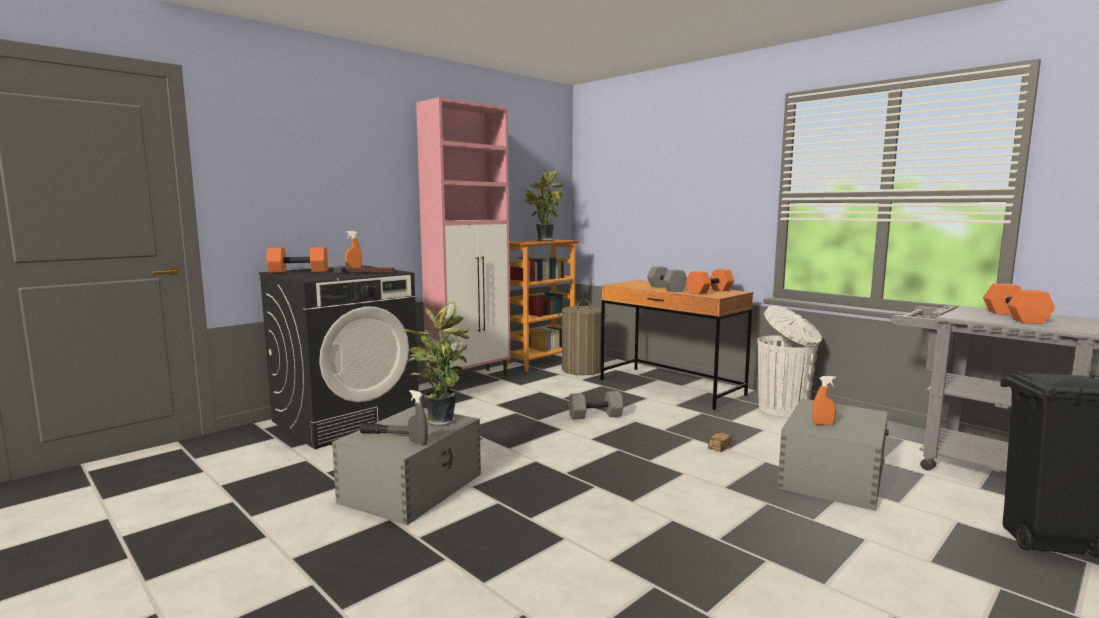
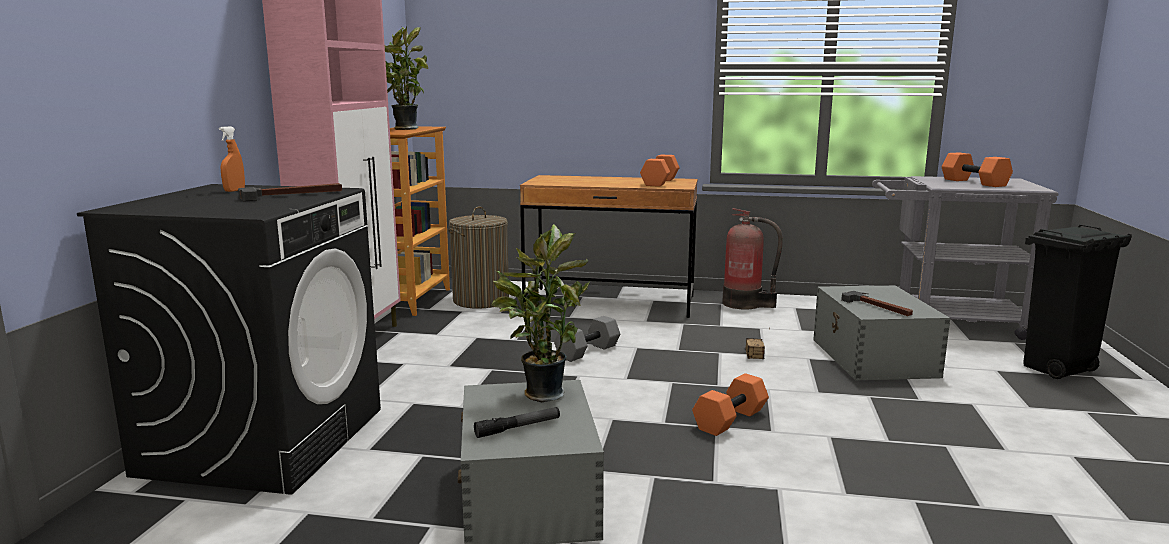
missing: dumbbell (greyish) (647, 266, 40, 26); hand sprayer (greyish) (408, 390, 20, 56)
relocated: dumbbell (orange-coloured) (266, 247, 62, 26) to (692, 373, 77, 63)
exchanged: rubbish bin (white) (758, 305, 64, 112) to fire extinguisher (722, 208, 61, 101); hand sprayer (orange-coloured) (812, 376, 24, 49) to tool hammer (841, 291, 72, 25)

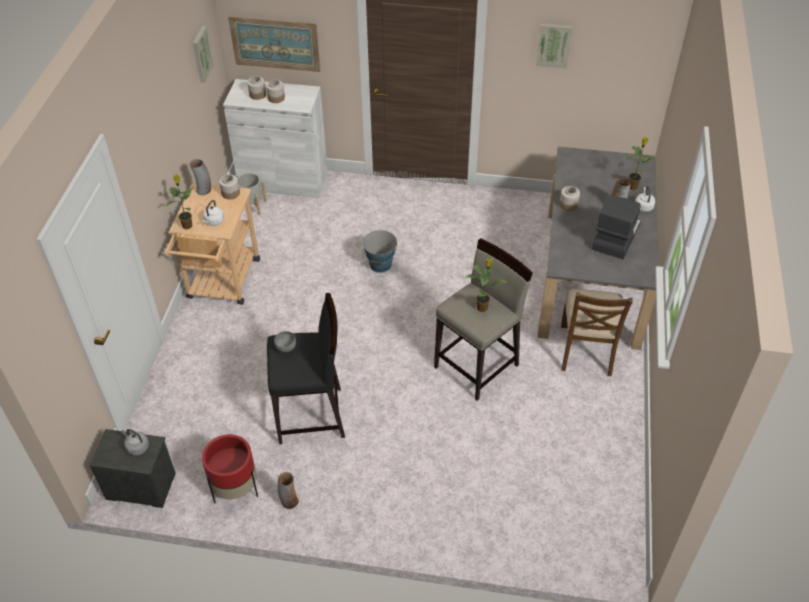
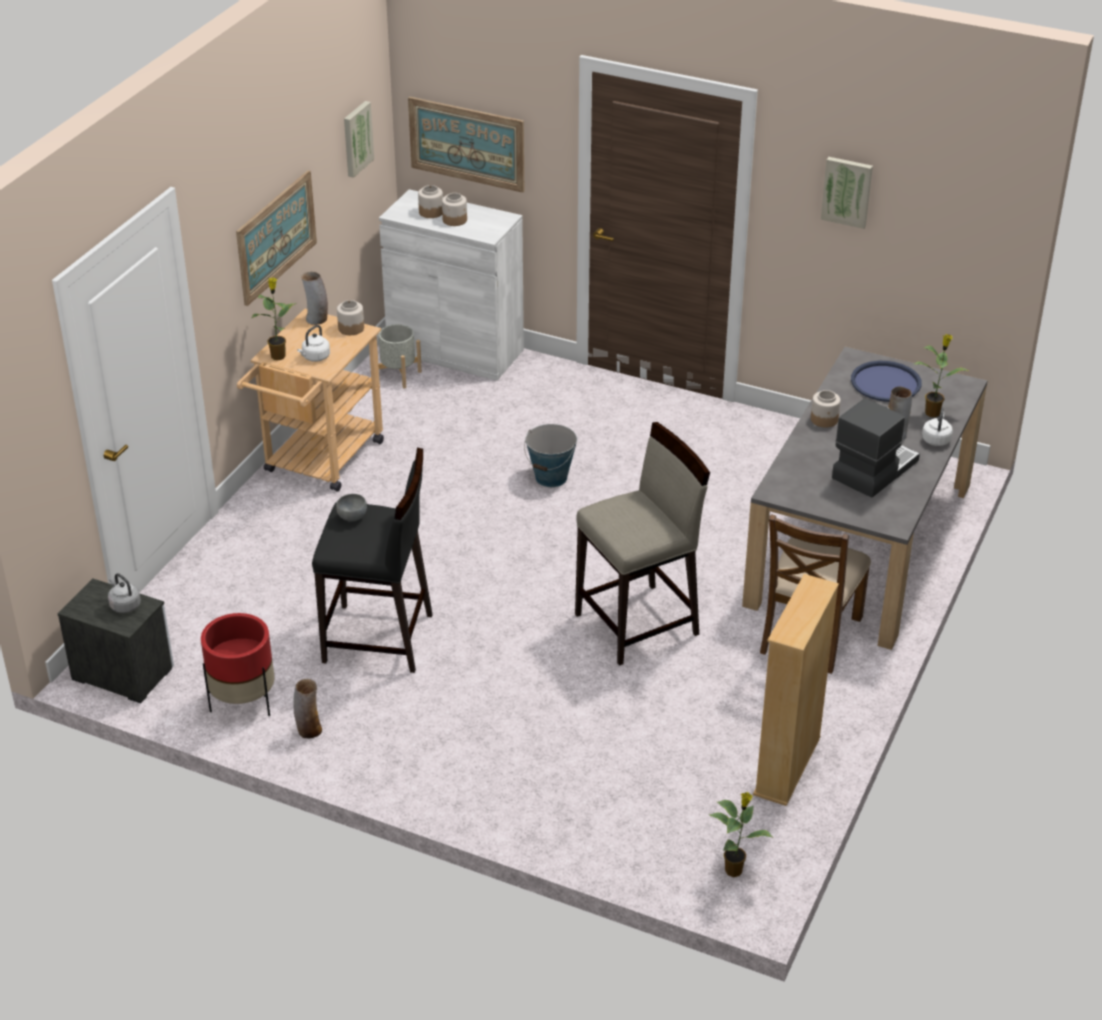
appeared: picture (236, 170, 81, 136); tray (blue-coloured) (851, 361, 71, 41); bookcase (sand-coloured) (753, 574, 86, 232)
relocated: plant in a pot (466, 258, 42, 54) to (709, 792, 64, 85)

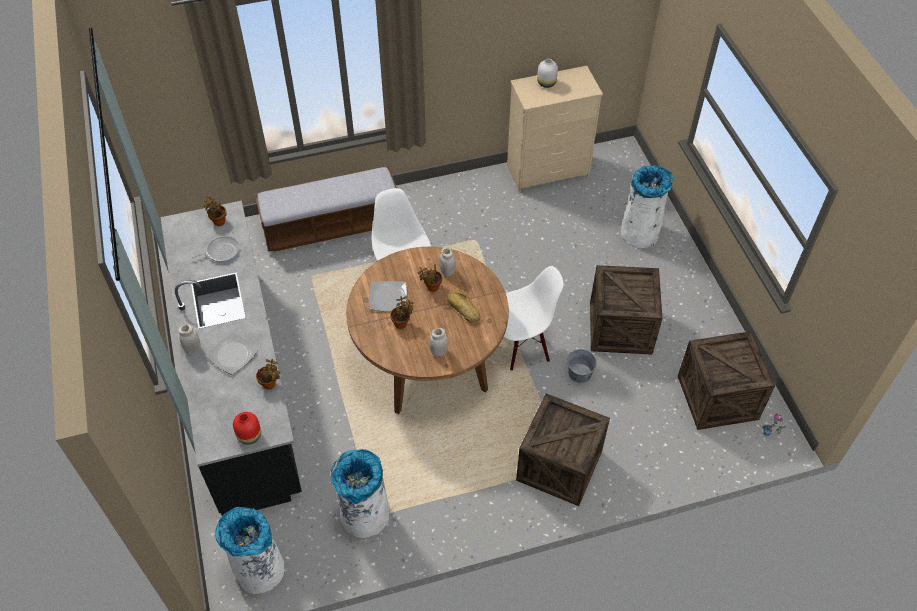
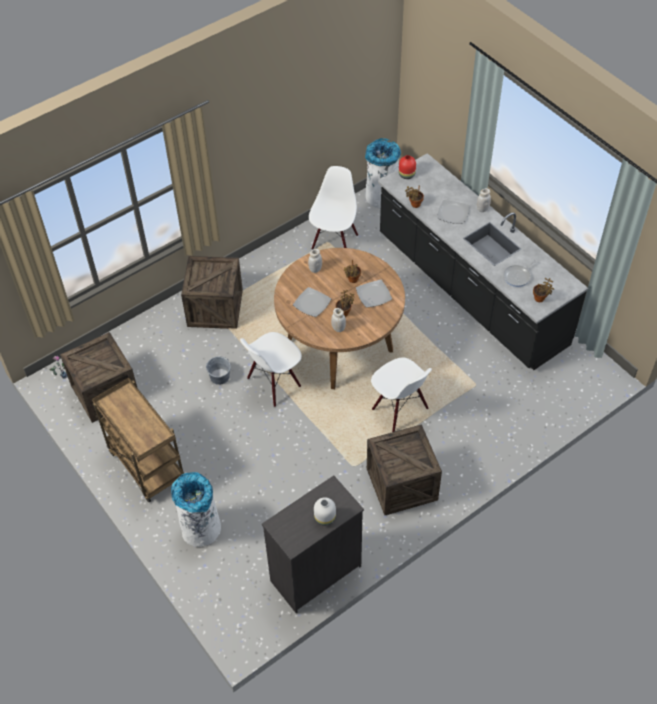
missing: long seat (255, 166, 142, 86)
appeared: cart (brown-coloured) (92, 378, 92, 124)
relocated: packing crate (590, 265, 73, 90) to (367, 424, 75, 91)
exchanged: bakery bread (447, 290, 33, 33) to flat dish (293, 287, 38, 30); rubbish bin (white) (331, 449, 59, 89) to chair (white) (309, 166, 49, 84)
colour: drawer chest (sand-coloured) (507, 66, 96, 126) to drawer chest (black-coloured) (262, 476, 102, 137)

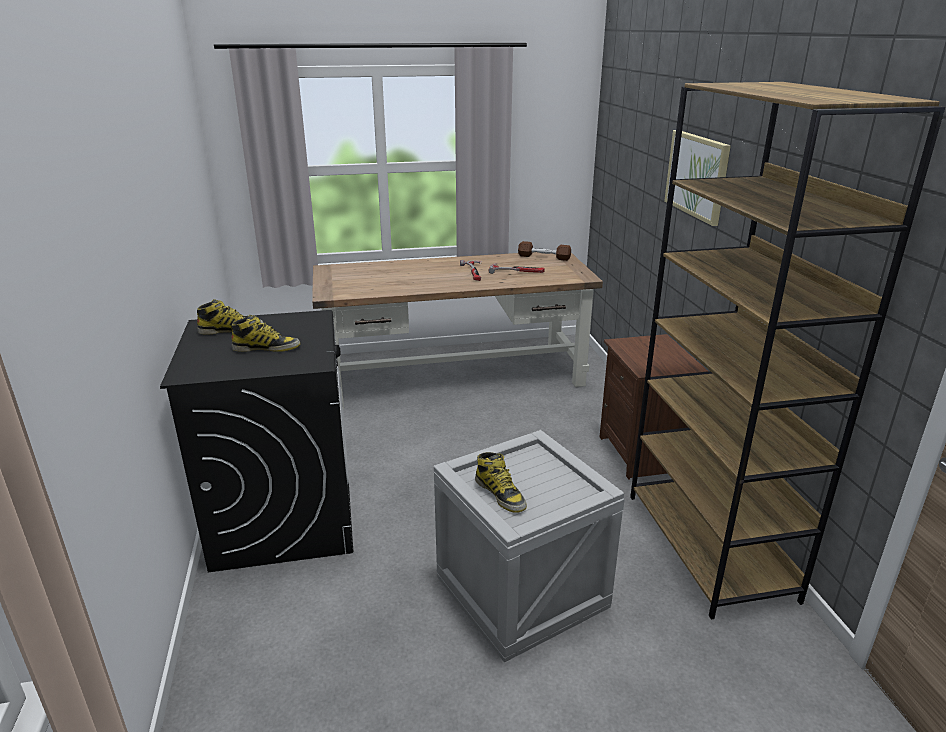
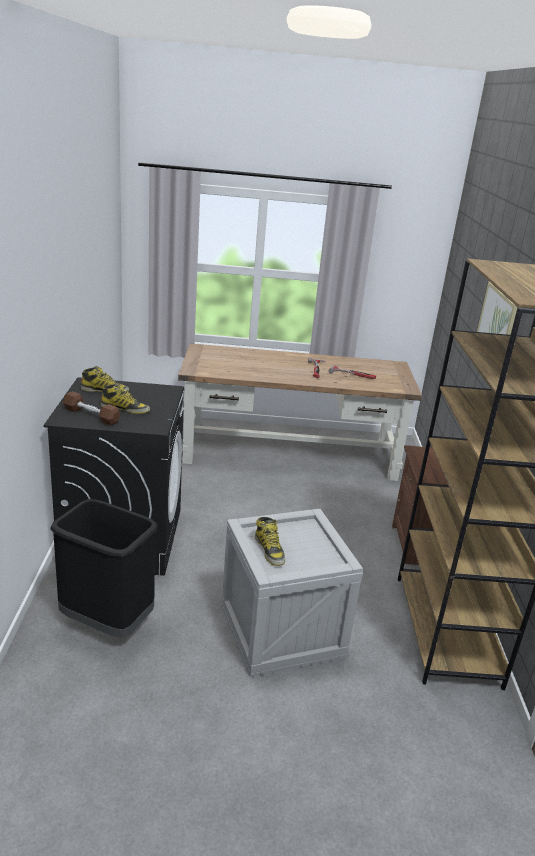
appeared: rubbish bin (black-coloured) (50, 499, 108, 139)
relocated: dumbbell (brown-coloured) (518, 241, 53, 20) to (63, 391, 57, 34)

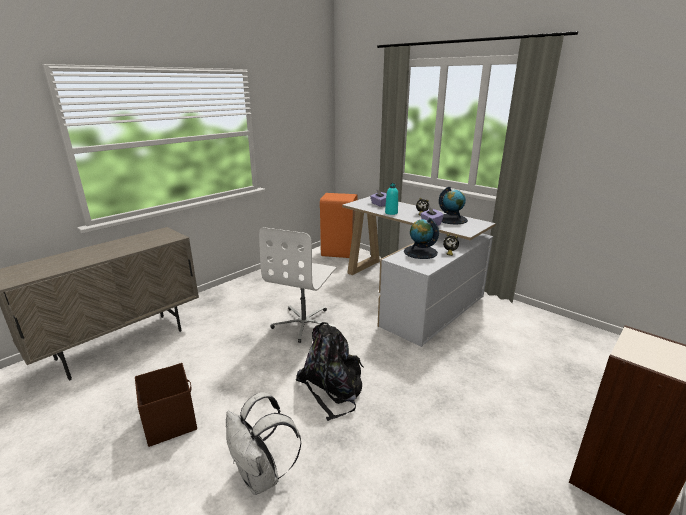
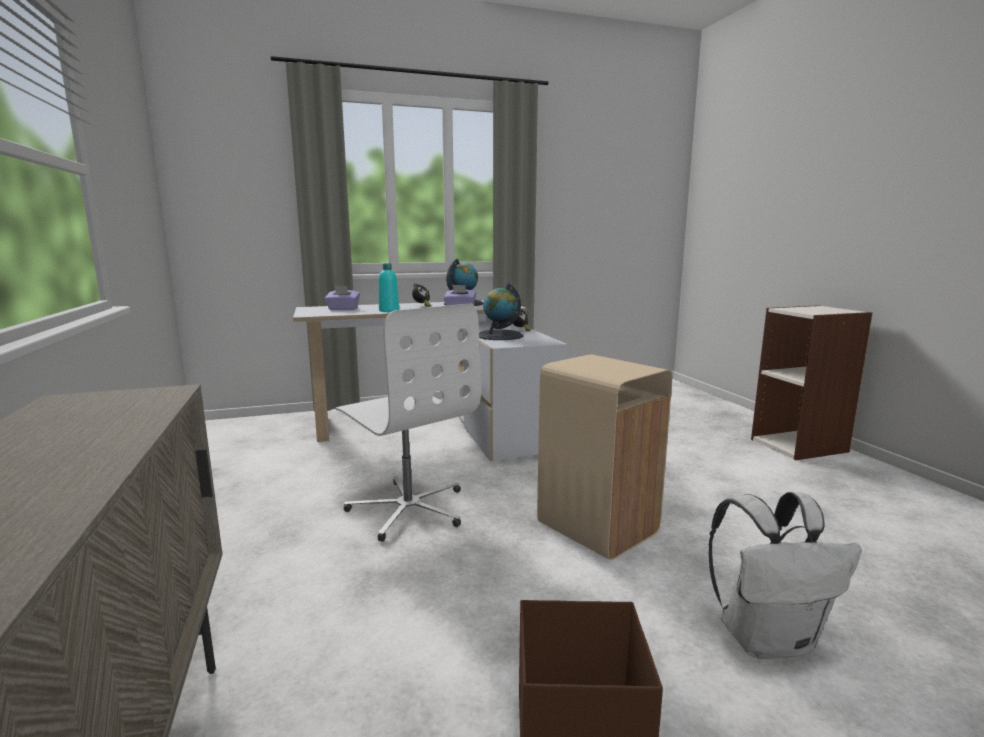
missing: rubbish bin (orange-coloured) (320, 193, 37, 65)
exchanged: knapsack (black-coloured) (296, 322, 68, 99) to rubbish bin (sand-coloured) (537, 355, 135, 205)

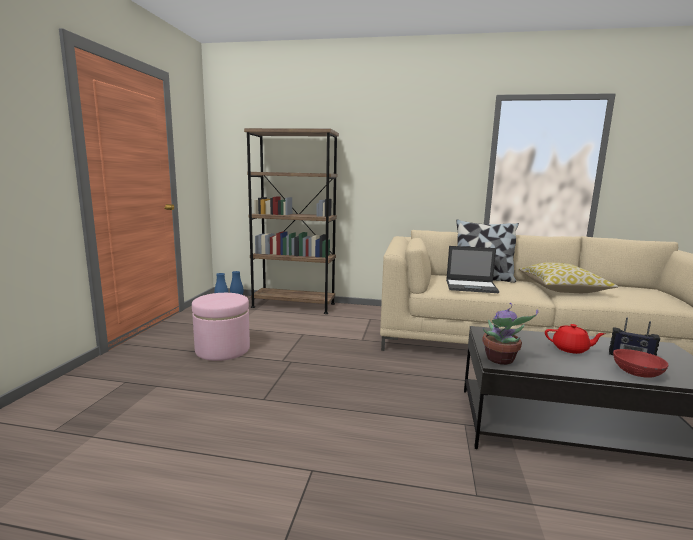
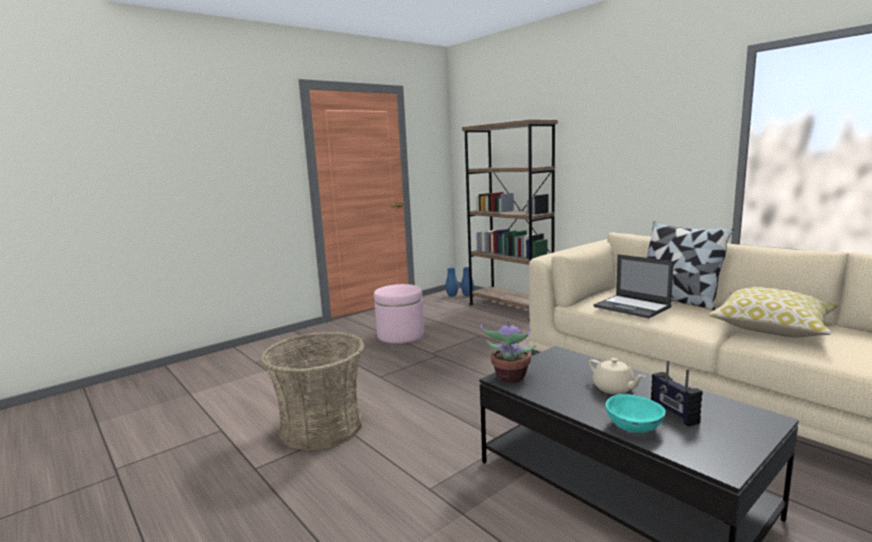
appeared: basket (260, 332, 105, 119)
colour: teapot (red-coloured) (545, 324, 60, 30) to teapot (sand-coloured) (589, 358, 56, 36); serving bowl (red-coloured) (613, 349, 55, 29) to serving bowl (turquoise) (606, 394, 60, 39)

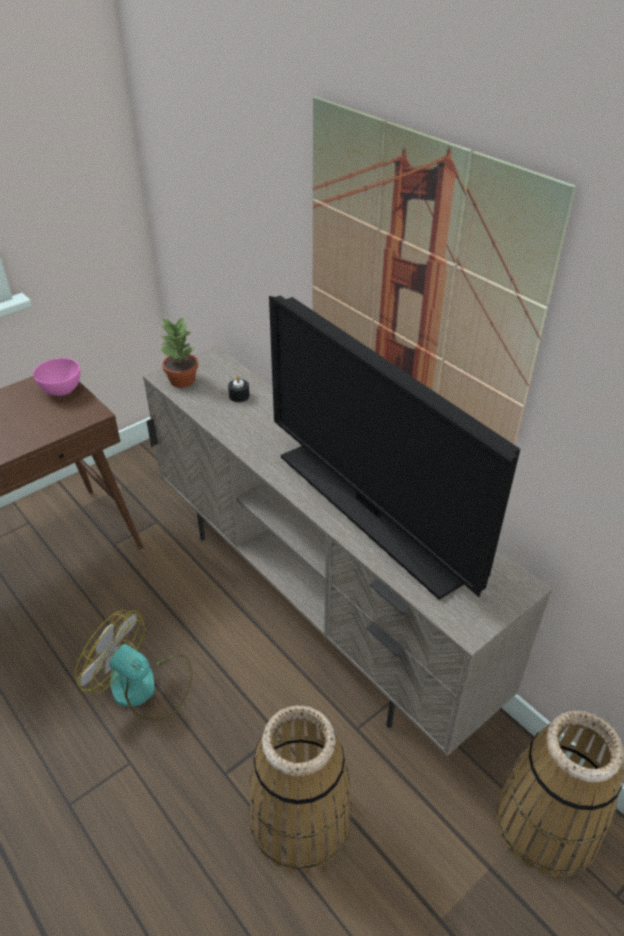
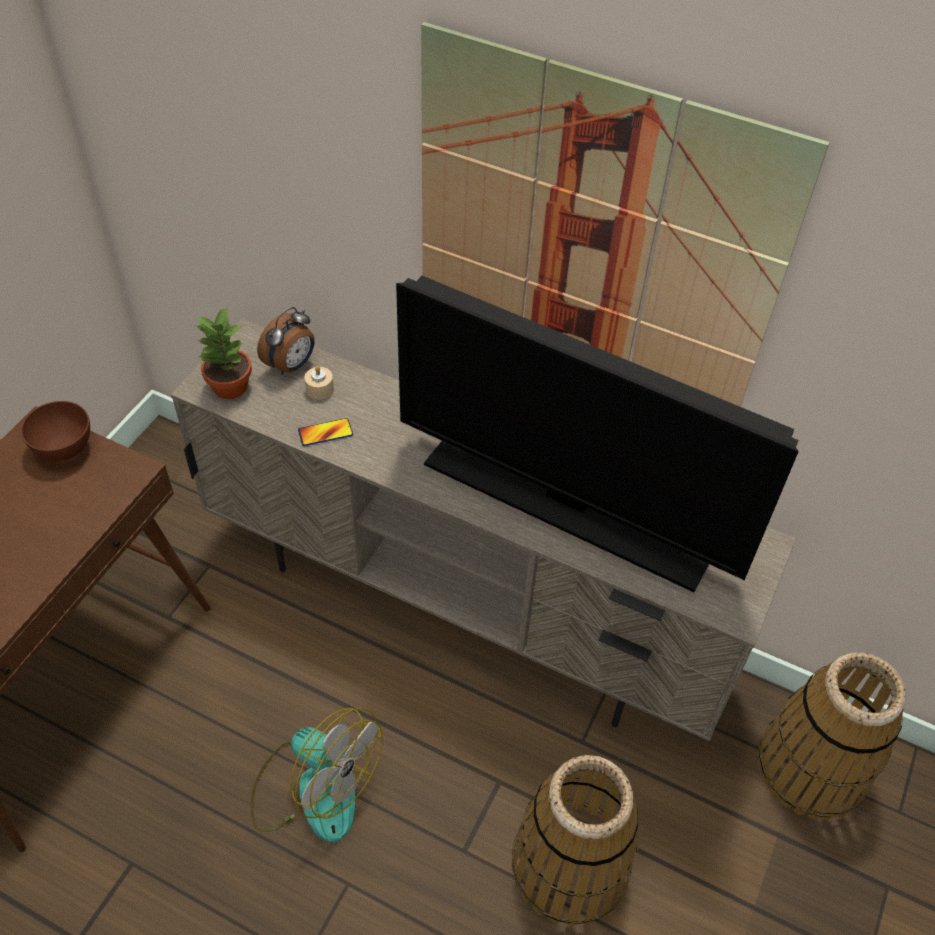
appeared: alarm clock (257, 307, 58, 68); handset (298, 418, 55, 28)
colour: serving bowl (pink-coloured) (33, 358, 48, 38) to serving bowl (brown-coloured) (21, 401, 69, 60); wax light (black-coloured) (228, 375, 22, 27) to wax light (sand-coloured) (304, 366, 30, 34)
spun: cooling fan (74, 610, 118, 110) = (250, 708, 133, 135) 150 degrees counterclockwise

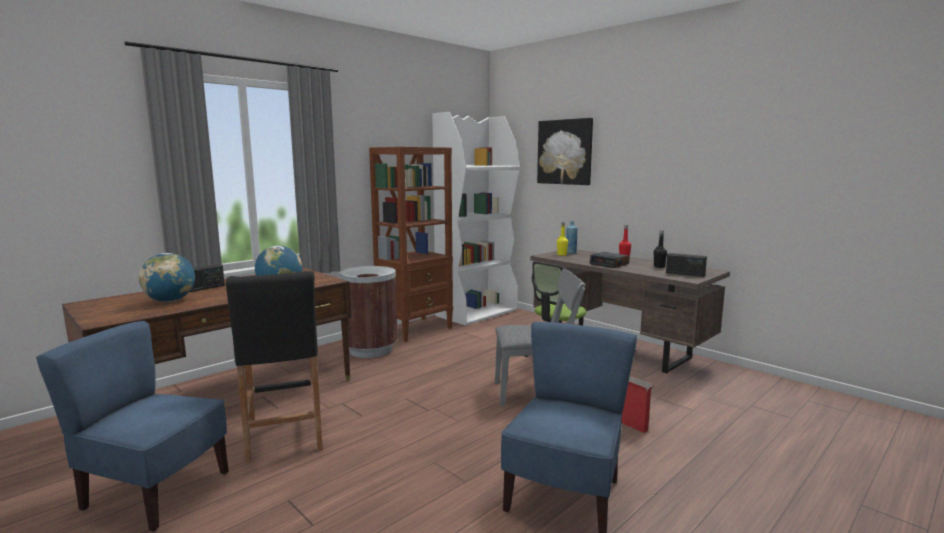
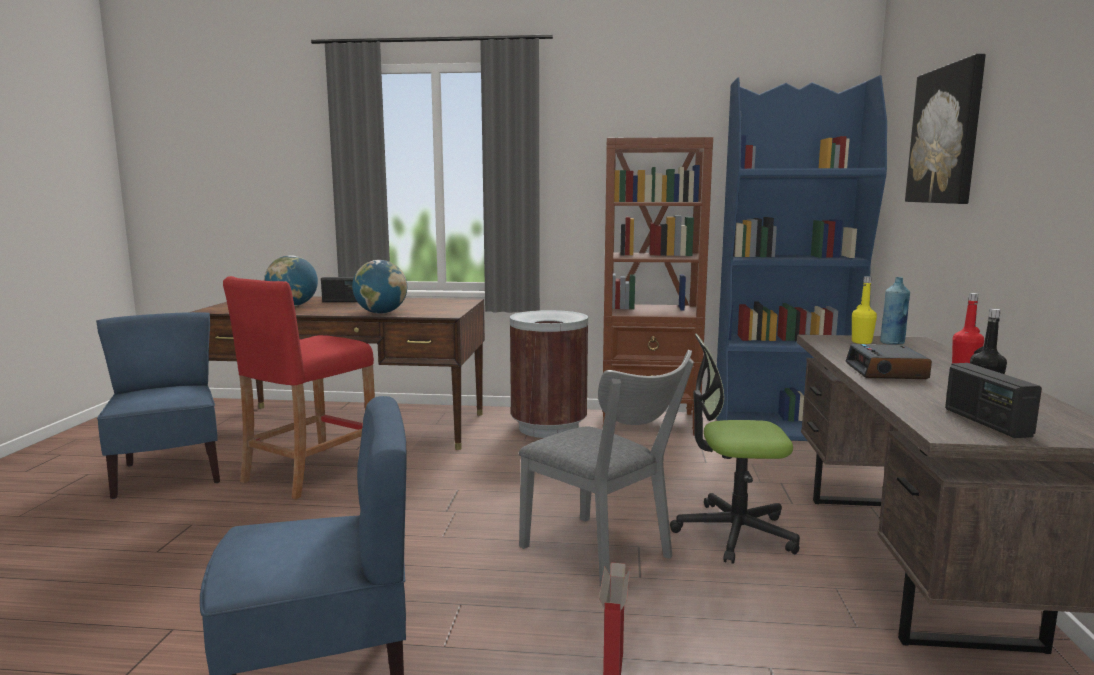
colour: bookcase (white) (432, 112, 88, 214) to bookcase (blue-coloured) (716, 75, 171, 366); stool seat (black-coloured) (226, 271, 97, 193) to stool seat (red-coloured) (223, 276, 152, 224)

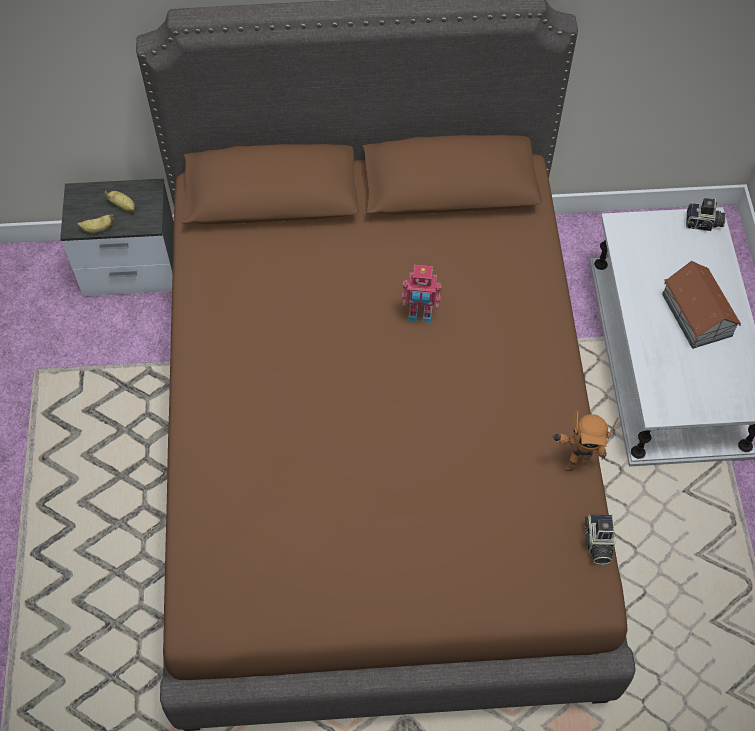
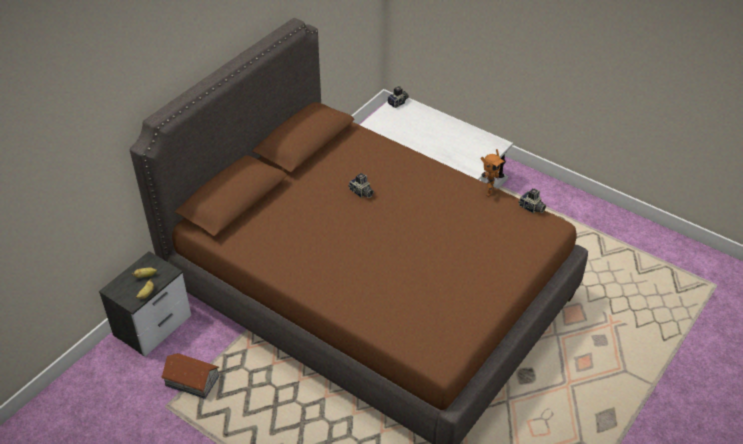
relocated: model house (662, 261, 79, 88) to (161, 353, 58, 46)
exchanged: robot figure (402, 265, 40, 58) to still camera (348, 173, 26, 25)

